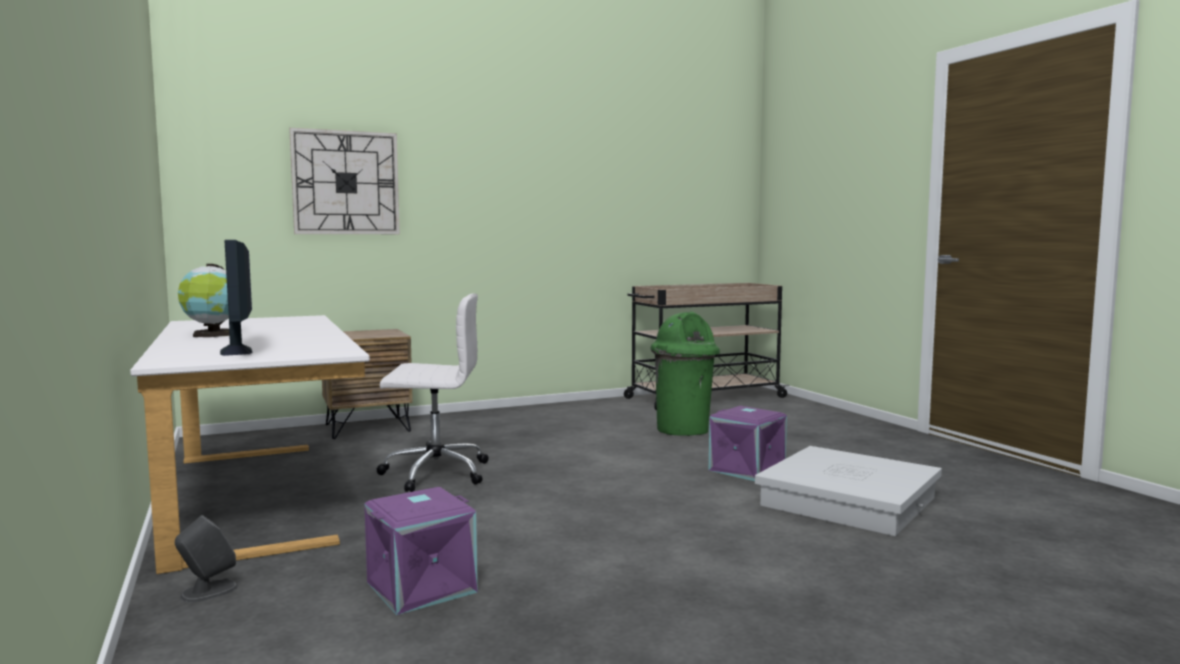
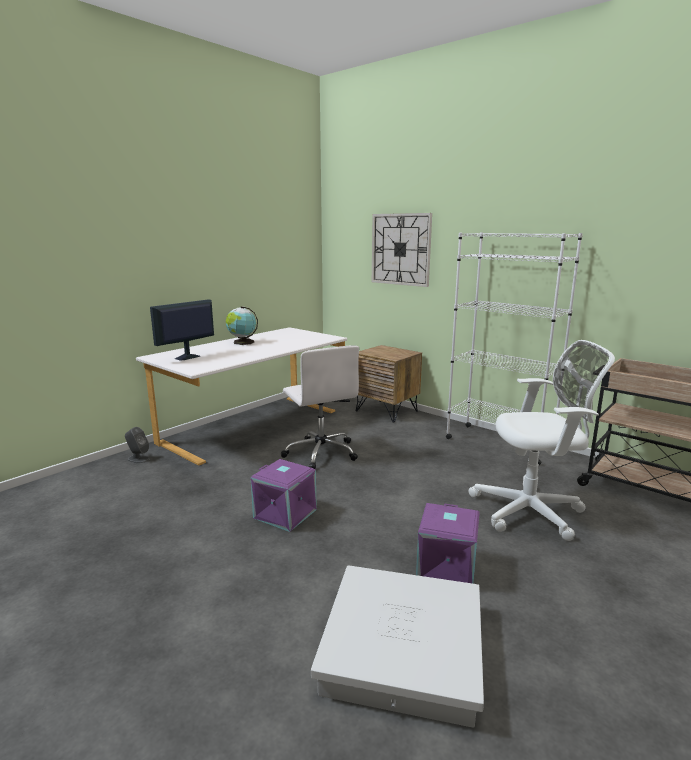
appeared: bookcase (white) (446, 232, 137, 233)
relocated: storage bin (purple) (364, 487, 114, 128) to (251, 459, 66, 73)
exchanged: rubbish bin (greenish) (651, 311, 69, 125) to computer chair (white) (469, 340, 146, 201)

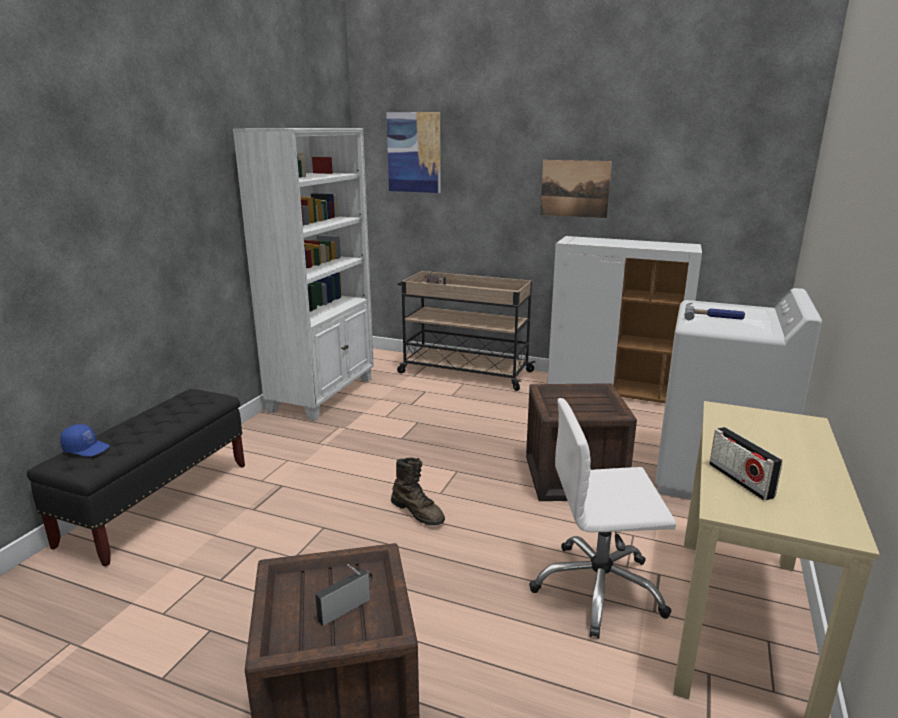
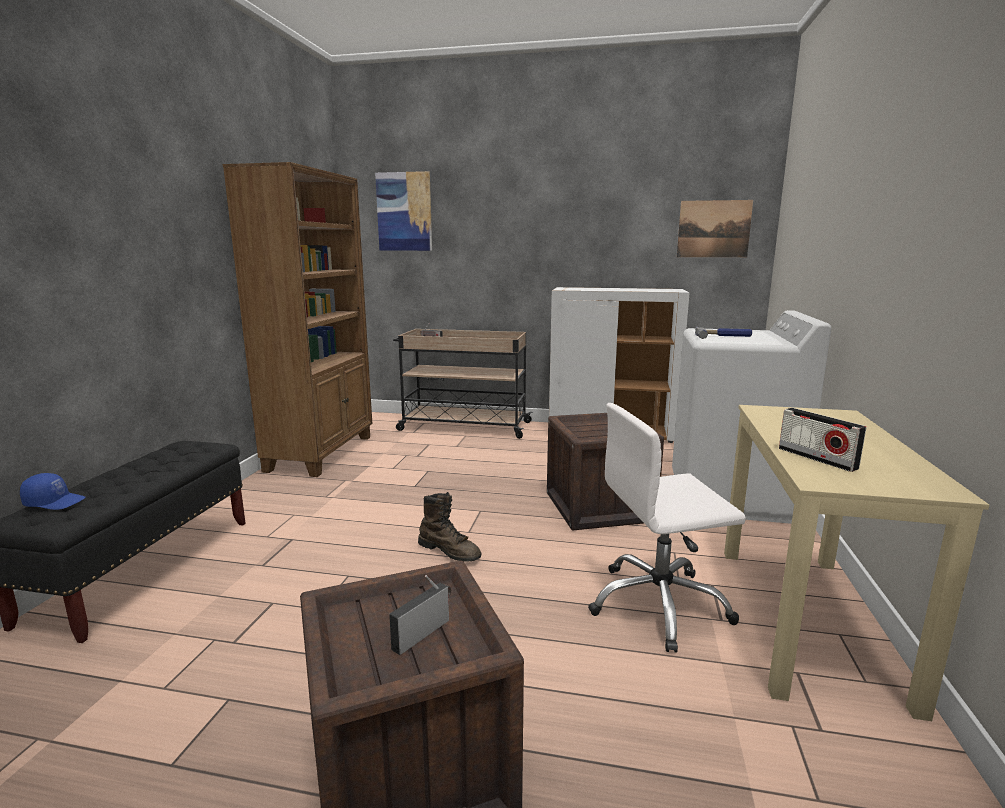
relocated: picture (540, 160, 72, 58) to (677, 200, 76, 57)
colour: bookcase (white) (233, 128, 141, 293) to bookcase (brown-coloured) (223, 162, 149, 315)

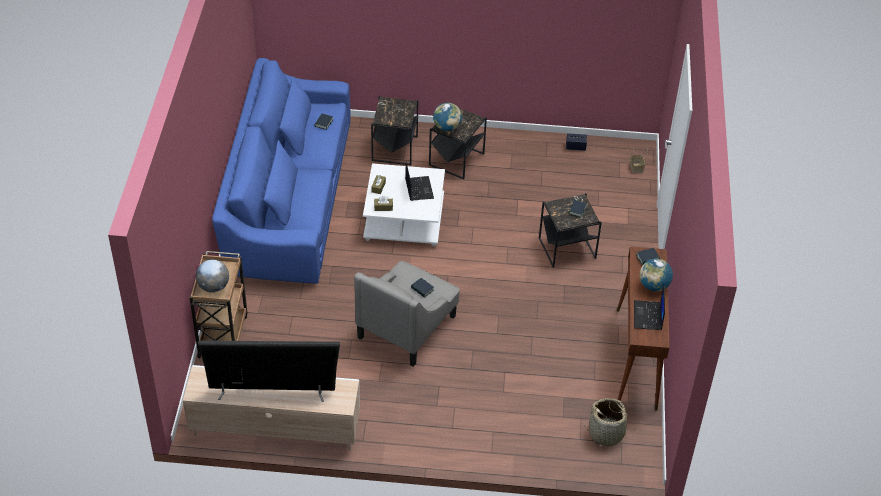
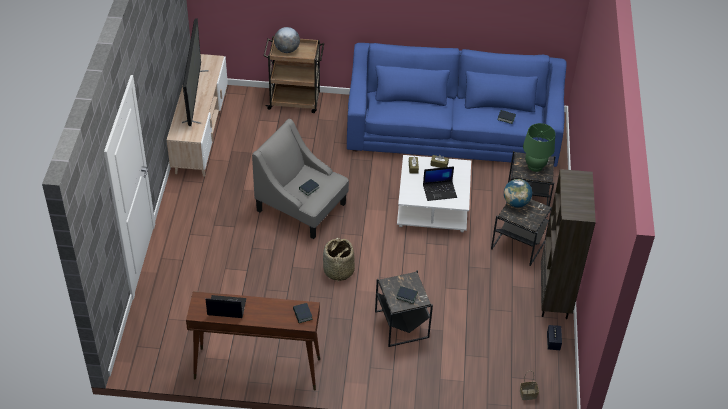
missing: globe (639, 259, 34, 32)
appeared: table lamp (greenish) (523, 123, 32, 49); bookcase (brown-coloured) (541, 169, 55, 150)
relocated: basket (585, 398, 48, 48) to (323, 238, 32, 43)

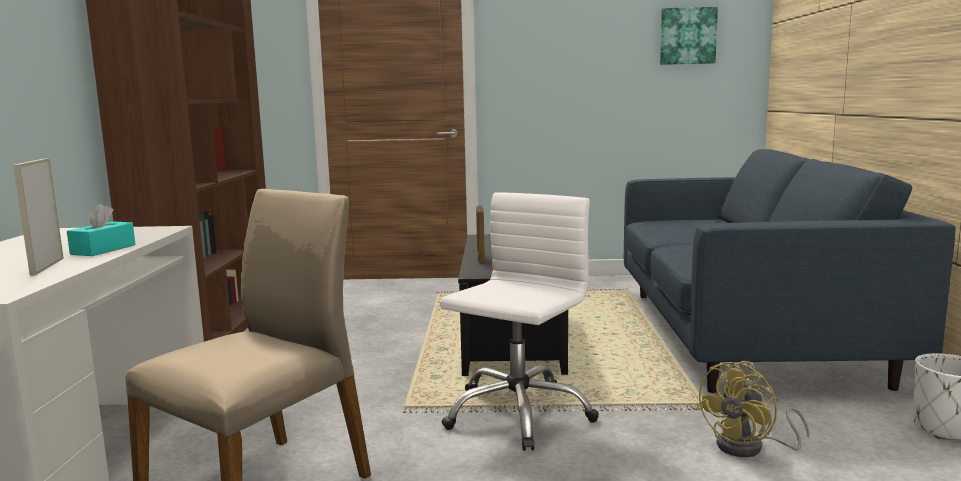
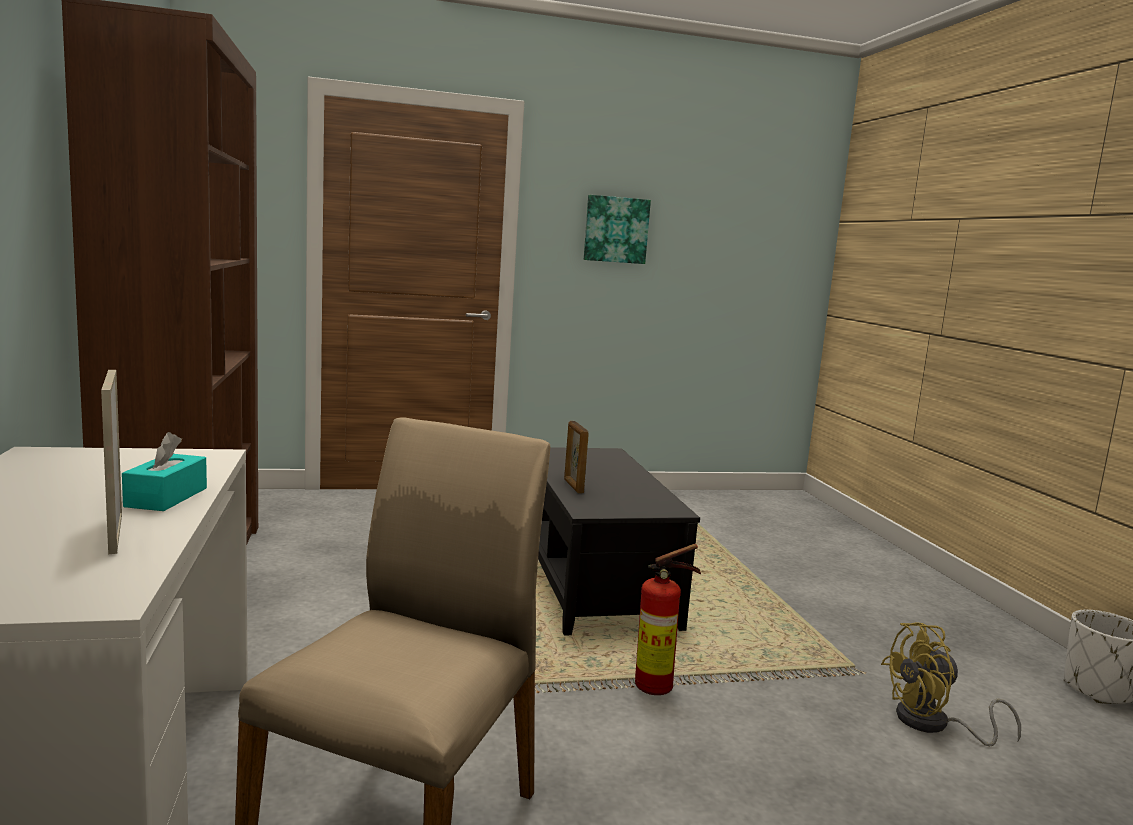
missing: sofa (blue-coloured) (624, 149, 332, 244)
relocated: picture (660, 7, 58, 58) to (584, 195, 67, 69)
exchanged: computer chair (white) (440, 192, 159, 259) to fire extinguisher (635, 544, 66, 151)
spun: cooling fan (yellow-coloured) (696, 361, 113, 96) = (881, 622, 140, 124) 45 degrees clockwise

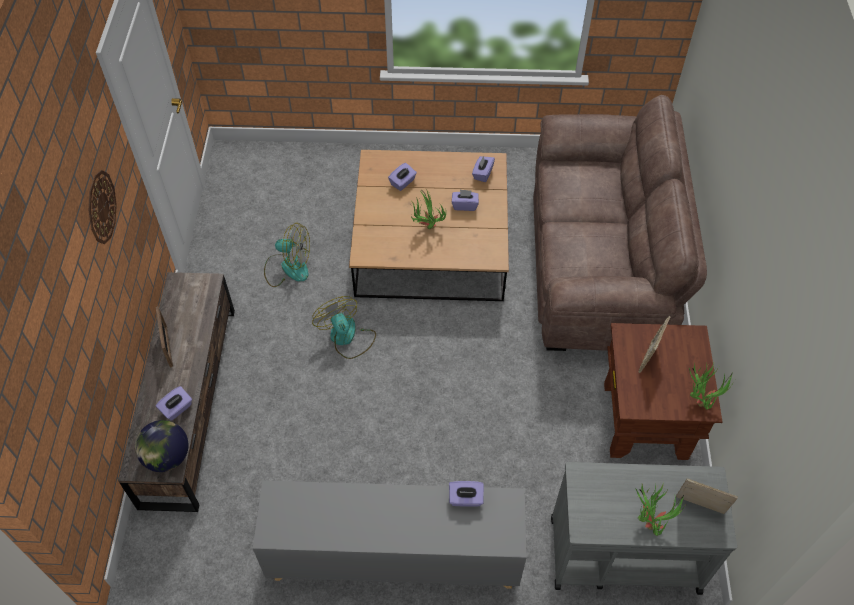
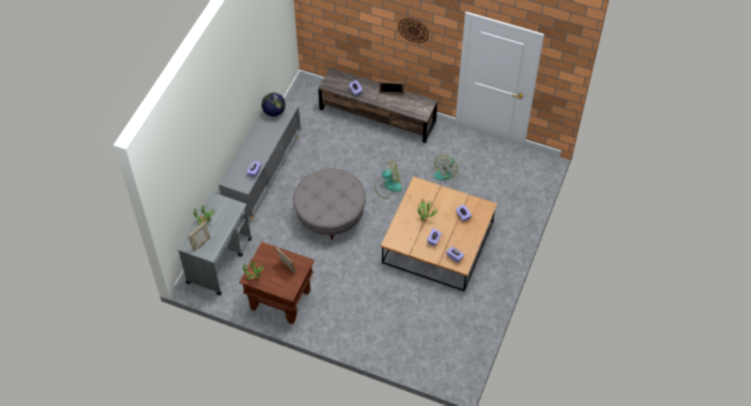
missing: sofa (brown-coloured) (533, 95, 174, 256)
appeared: footrest (greyish) (293, 168, 73, 73)
relocated: globe (135, 420, 53, 52) to (262, 93, 23, 23)

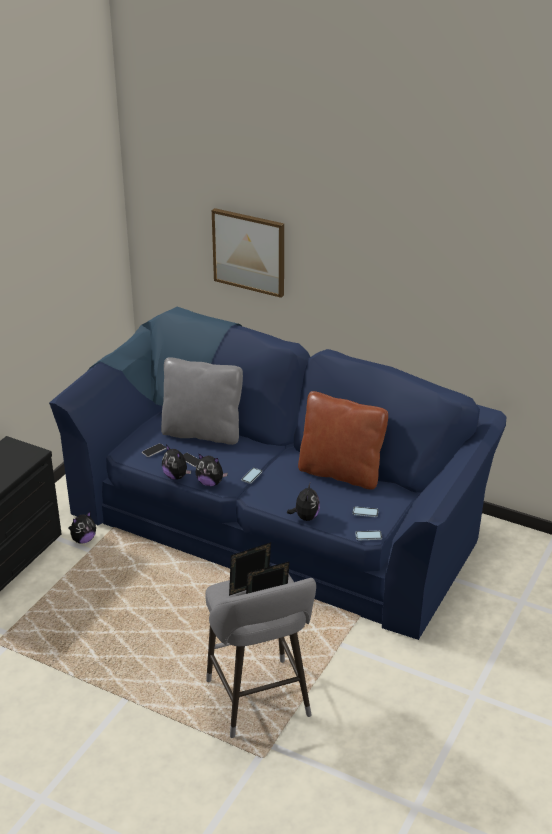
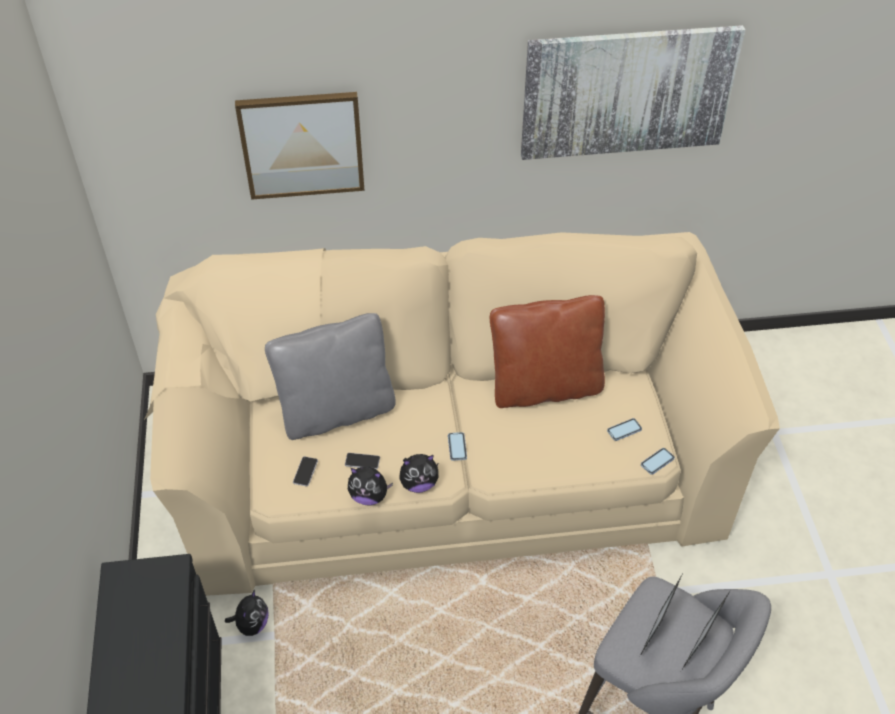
missing: plush toy (287, 483, 33, 38)
appeared: picture (521, 25, 224, 135)
colour: sofa (blue-coloured) (49, 307, 457, 333) to sofa (sand-coloured) (143, 232, 637, 364)

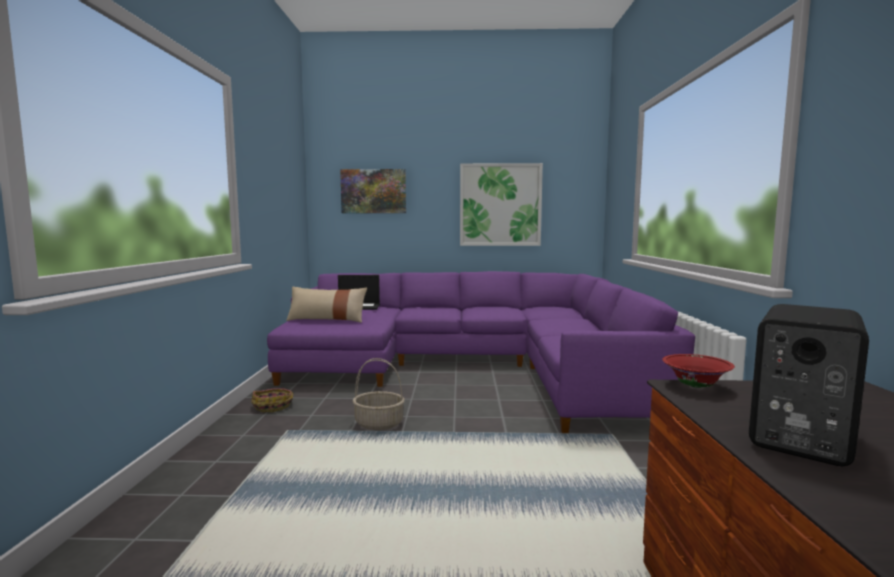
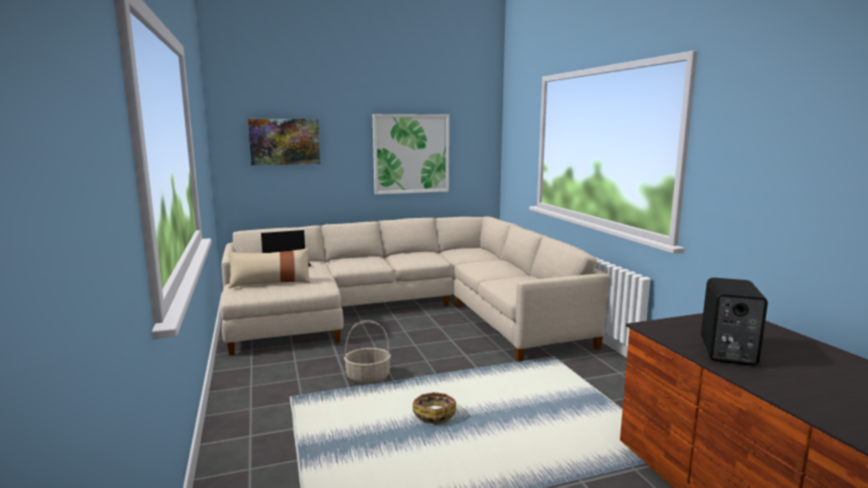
missing: serving bowl (red-coloured) (662, 354, 73, 34)
relocated: basket (251, 388, 42, 24) to (413, 392, 43, 32)
colour: sofa (purple) (267, 271, 428, 162) to sofa (sand-coloured) (220, 216, 389, 146)

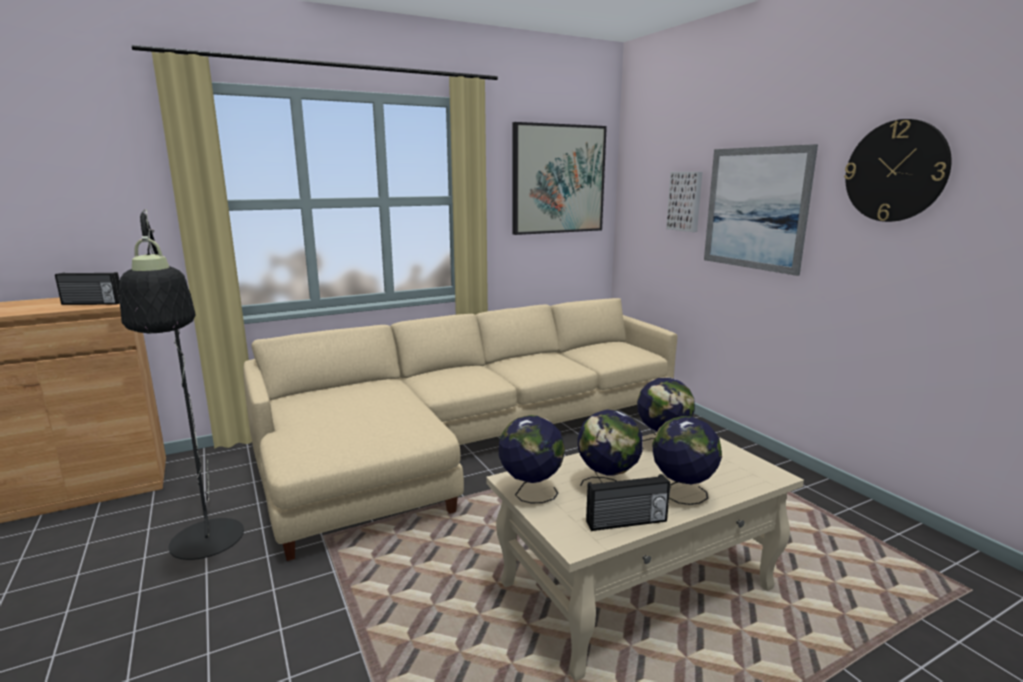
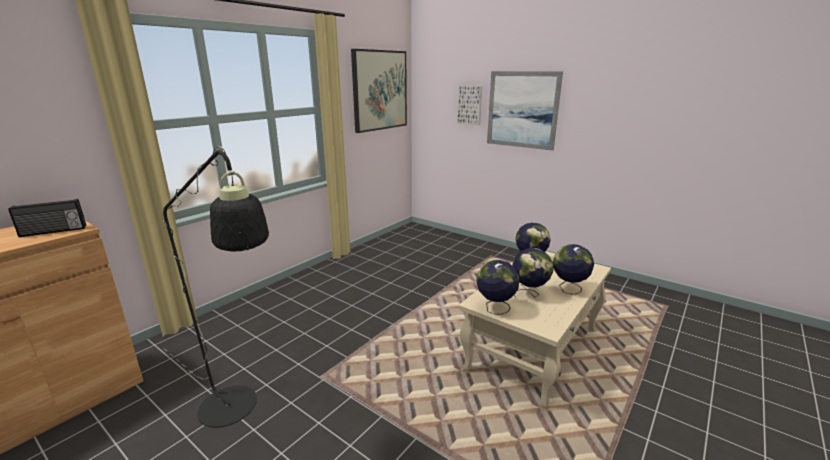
missing: wall clock (844, 119, 108, 103); sofa (sand-coloured) (243, 298, 435, 263); radio receiver (586, 474, 84, 57)

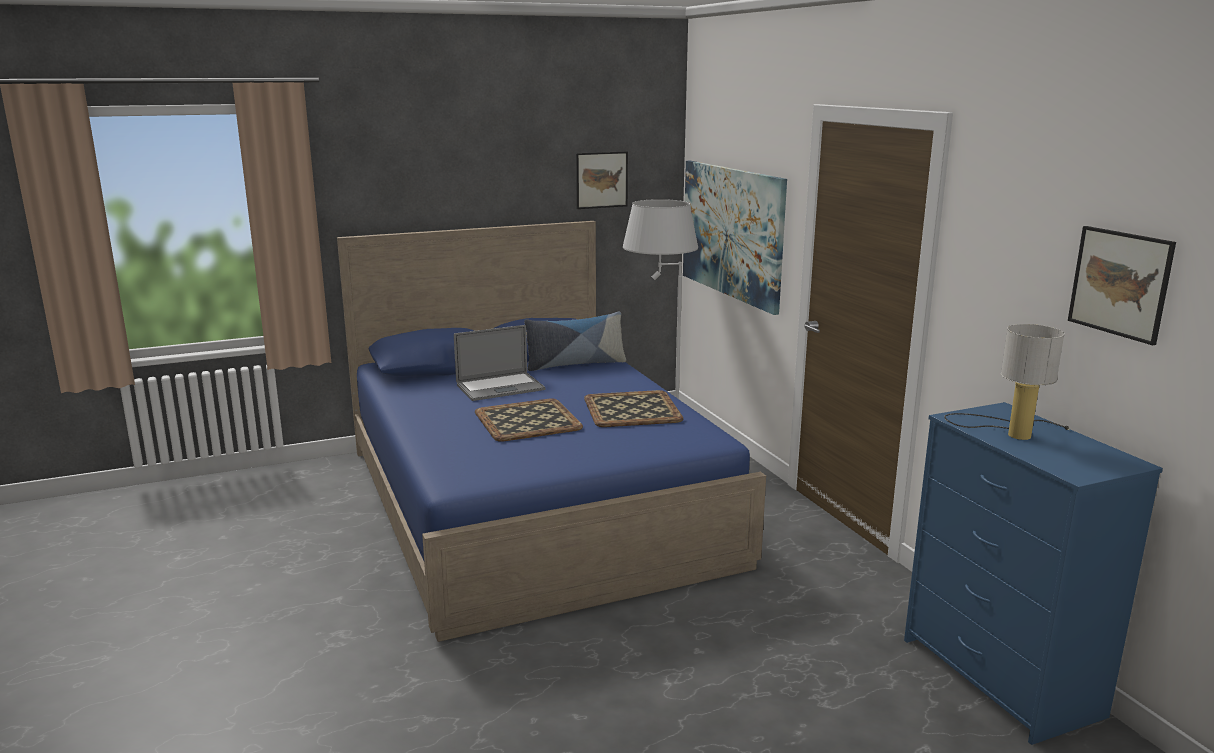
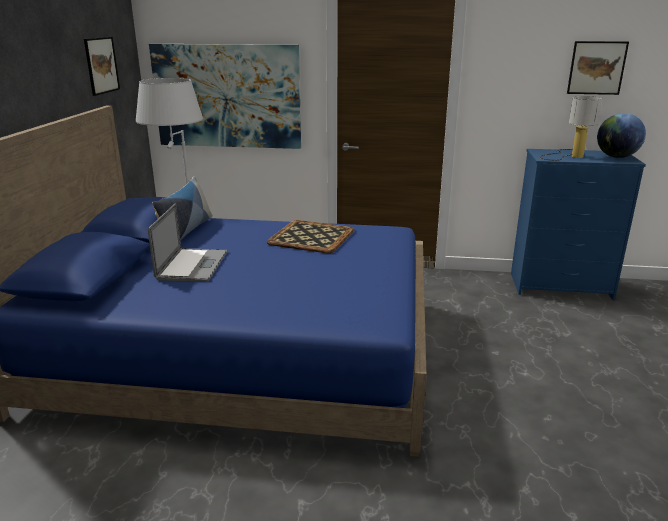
missing: tray (475, 398, 108, 44)
appeared: globe (597, 113, 49, 45)

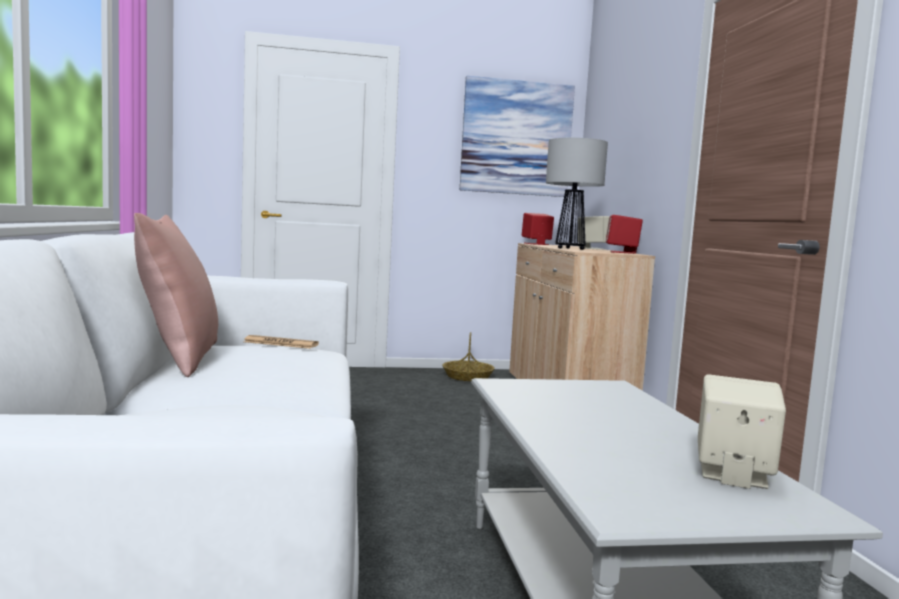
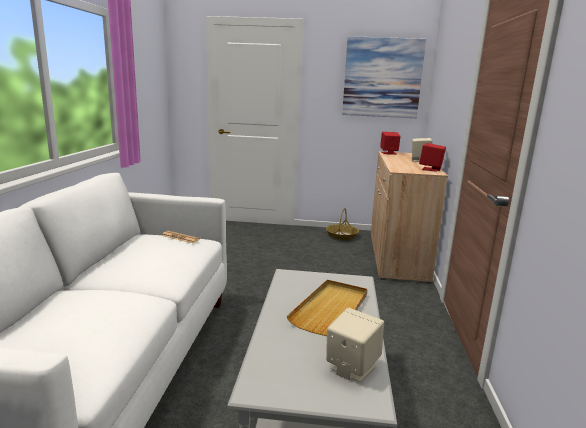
missing: table lamp (546, 138, 62, 112); cushion (pink-coloured) (134, 213, 84, 164)
appeared: tray (sand-coloured) (287, 280, 80, 56)

